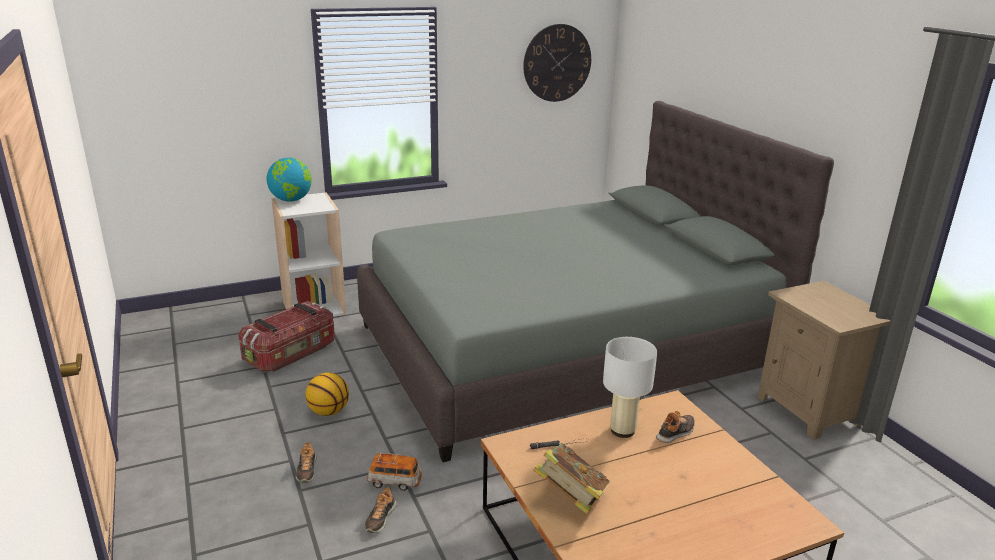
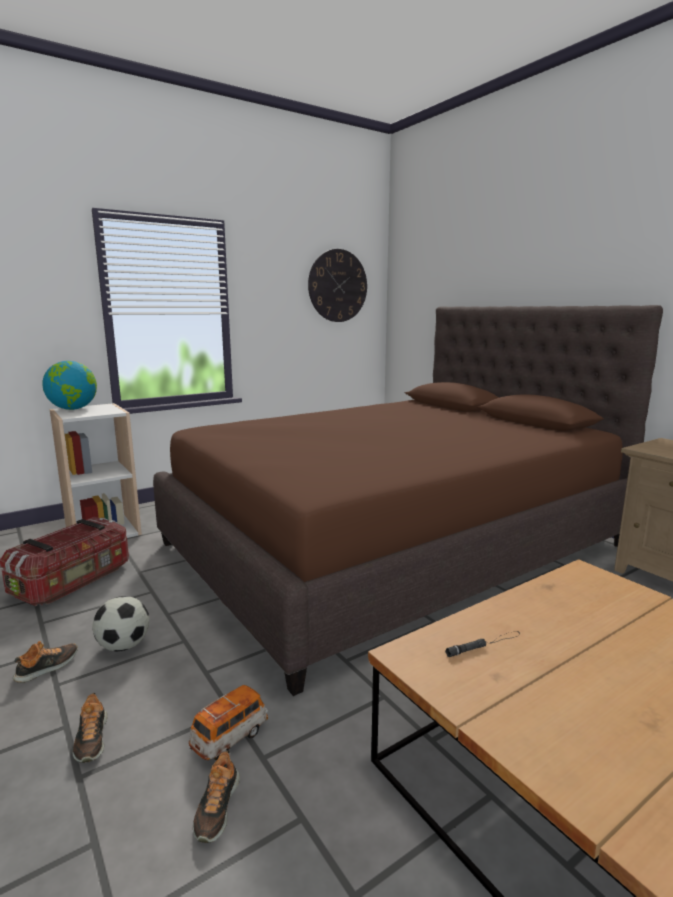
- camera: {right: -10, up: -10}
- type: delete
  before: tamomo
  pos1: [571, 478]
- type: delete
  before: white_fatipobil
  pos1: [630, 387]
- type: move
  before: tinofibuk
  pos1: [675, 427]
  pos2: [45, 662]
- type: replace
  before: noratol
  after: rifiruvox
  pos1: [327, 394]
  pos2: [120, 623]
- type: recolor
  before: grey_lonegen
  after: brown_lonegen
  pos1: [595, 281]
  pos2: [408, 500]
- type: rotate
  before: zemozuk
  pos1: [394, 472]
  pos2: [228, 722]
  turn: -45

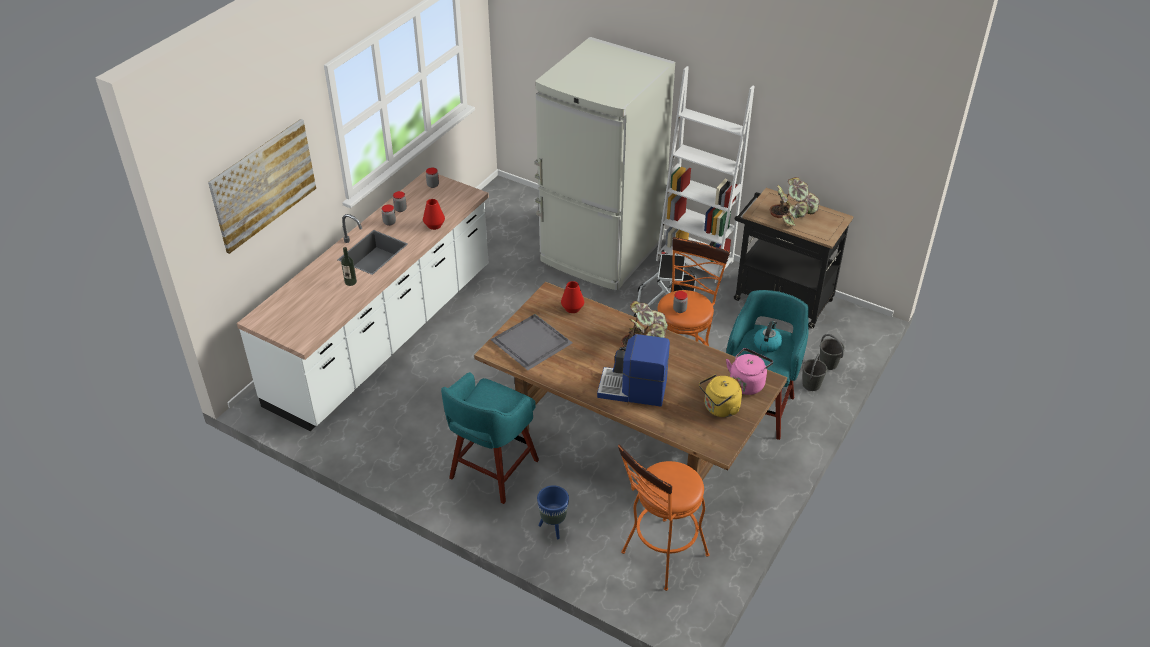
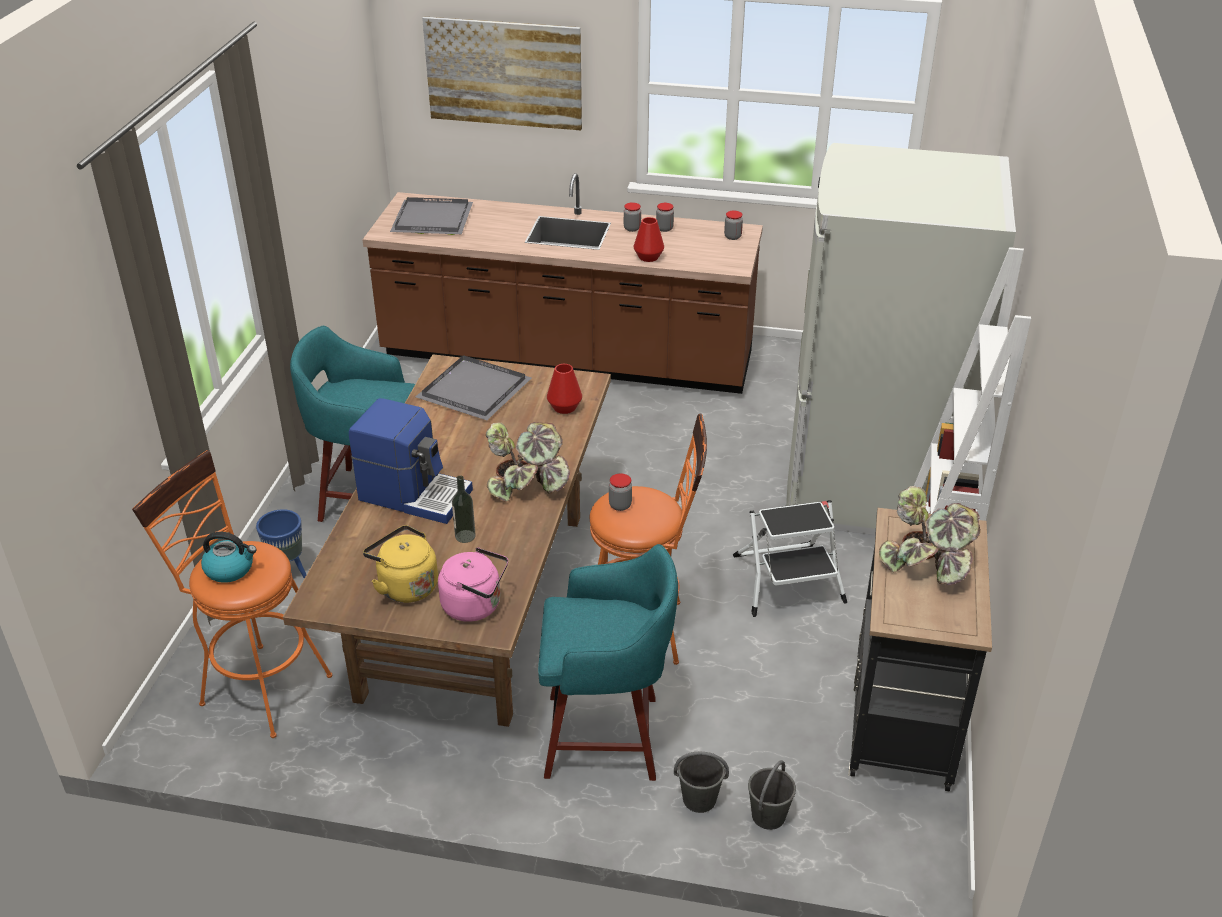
- camera: {right: 70, up: -5}
- type: insert
  after: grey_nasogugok
  pos2: [431, 216]
- type: move
  before: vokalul
  pos1: [349, 266]
  pos2: [464, 509]
- type: move
  before: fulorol
  pos1: [768, 336]
  pos2: [229, 557]
- type: recolor
  before: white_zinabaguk
  after: brown_zinabaguk
  pos1: [363, 301]
  pos2: [562, 283]
- type: rotate
  before: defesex
  pos1: [633, 370]
  pos2: [411, 461]
  turn: 120

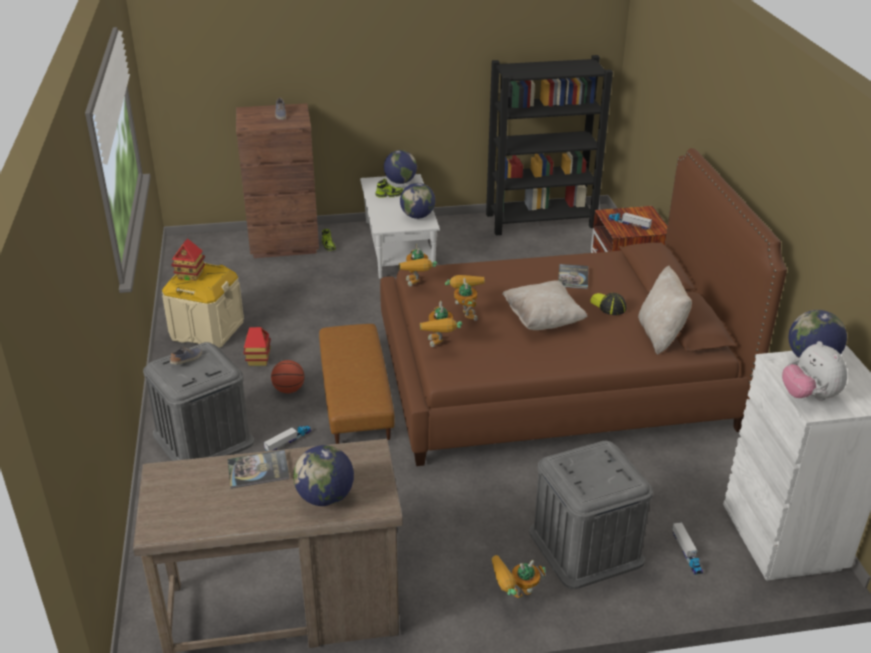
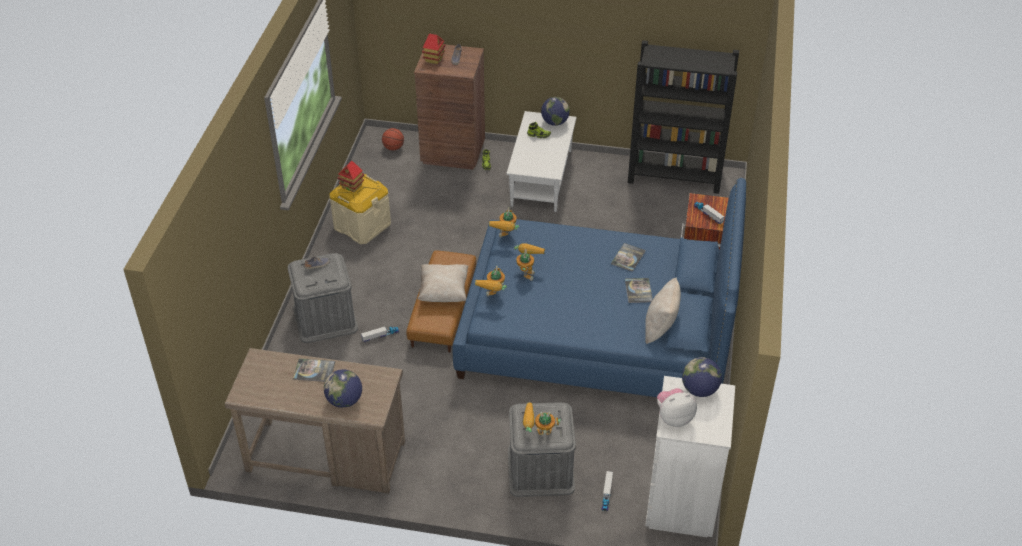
- camera: {right: 20, up: 10}
- type: delete
  before: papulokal
  pos1: [417, 201]
- type: move
  before: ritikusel
  pos1: [257, 346]
  pos2: [433, 48]
- type: move
  before: noratol
  pos1: [288, 376]
  pos2: [393, 139]
- type: move
  before: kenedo
  pos1: [518, 576]
  pos2: [542, 418]
- type: move
  before: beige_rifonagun
  pos1: [544, 305]
  pos2: [443, 283]
- type: replace
  before: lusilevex
  after: tamomo
  pos1: [608, 304]
  pos2: [639, 290]
- type: recolor
  before: brown_lonegen
  after: blue_lonegen
  pos1: [583, 307]
  pos2: [599, 287]
- type: rotate
  before: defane
  pos1: [814, 371]
  pos2: [677, 407]
  turn: 75

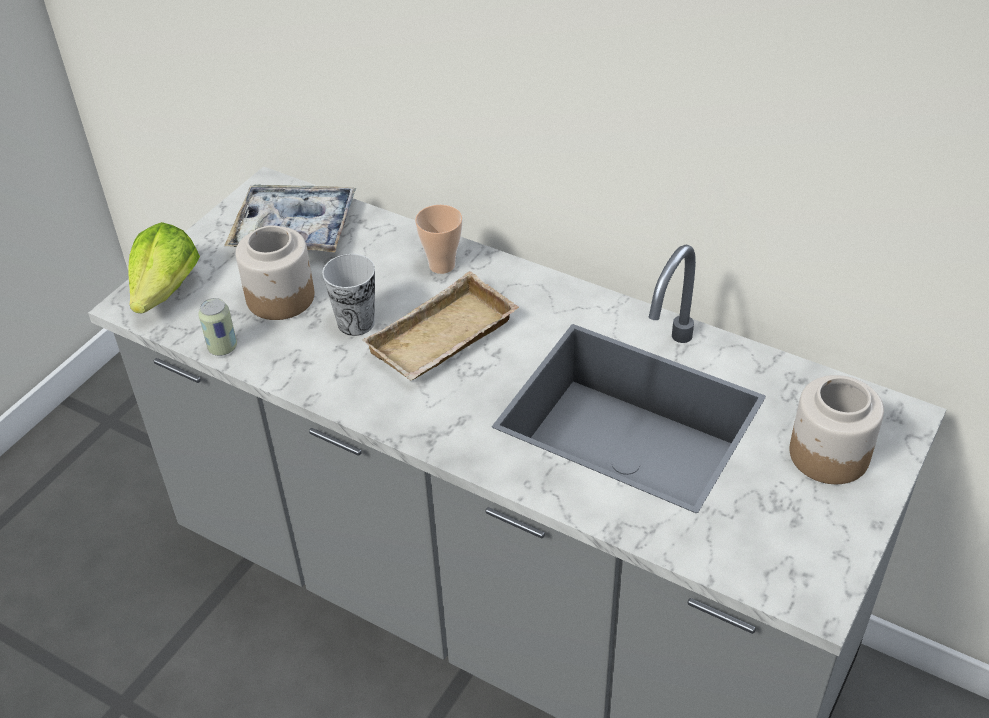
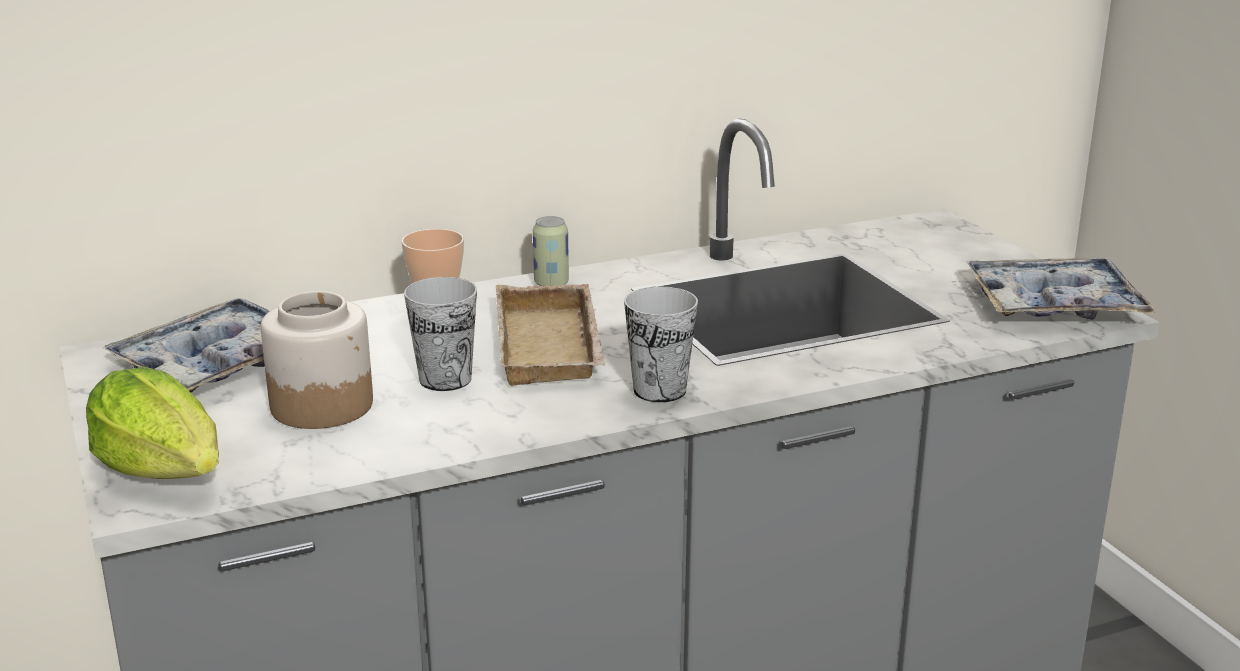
- camera: {right: -55, up: -20}
- type: delete
  before: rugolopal
  pos1: [837, 429]
- type: insert
  after: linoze
  pos2: [661, 344]
- type: insert
  after: nasogugok
  pos2: [1061, 289]
- type: move
  before: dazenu
  pos1: [217, 327]
  pos2: [551, 251]

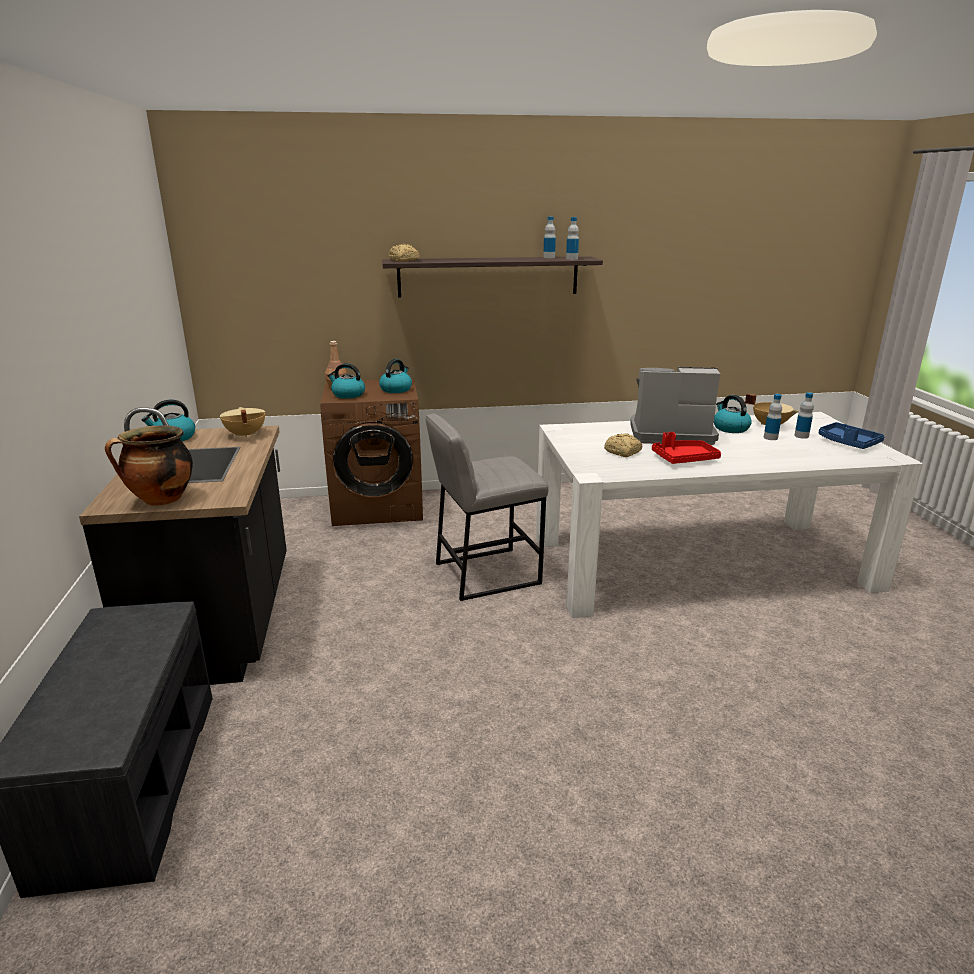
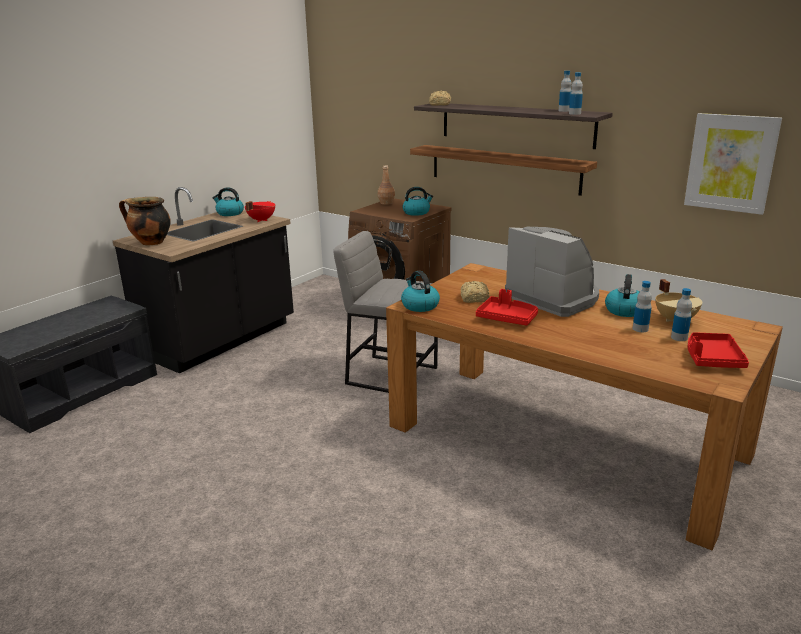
- camera: {right: 45, up: 0}
- type: insert
  after: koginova
  pos2: [503, 170]
- type: insert
  after: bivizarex
  pos2: [733, 164]
- type: move
  before: fulorol
  pos1: [346, 381]
  pos2: [420, 291]
- type: recolor
  before: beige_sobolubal
  after: red_sobolubal
  pos1: [242, 422]
  pos2: [260, 211]
- type: recolor
  before: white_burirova
  after: brown_burirova
  pos1: [729, 515]
  pos2: [584, 406]
- type: recolor
  before: blue_nasogugok
  after: red_nasogugok
  pos1: [851, 435]
  pos2: [718, 350]

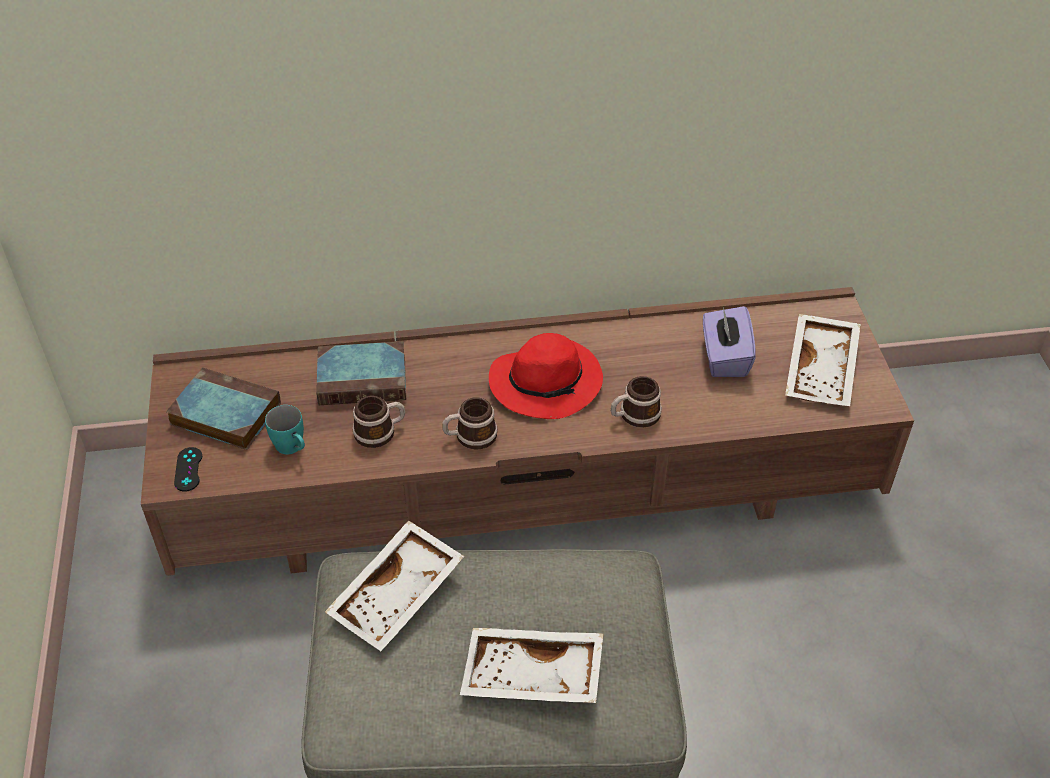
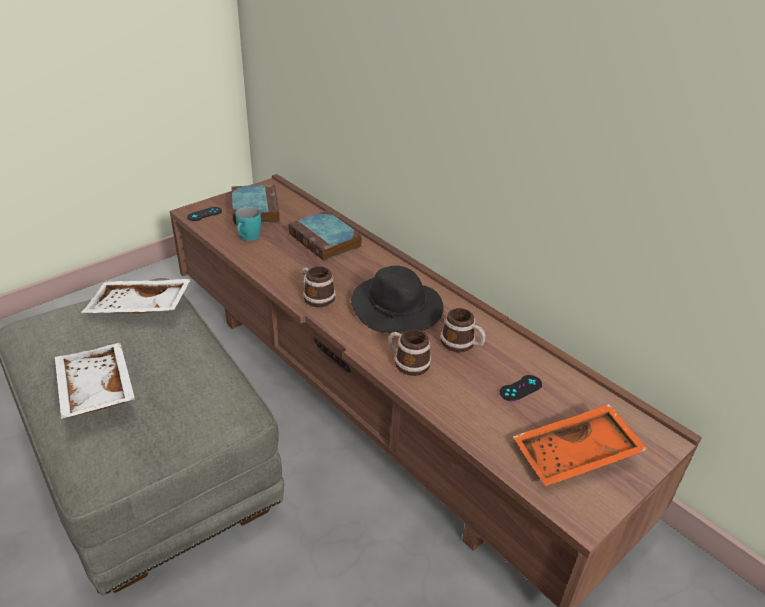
- camera: {right: 55, up: -10}
- type: move
  before: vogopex
  pos1: [378, 422]
  pos2: [463, 330]
- type: replace
  before: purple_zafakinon
  after: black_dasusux
  pos1: [729, 341]
  pos2: [521, 388]
- type: recolor
  before: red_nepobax
  after: black_nepobax
  pos1: [546, 376]
  pos2: [397, 299]
- type: recolor
  before: white_nasogugok
  after: orange_nasogugok
  pos1: [823, 360]
  pos2: [580, 445]

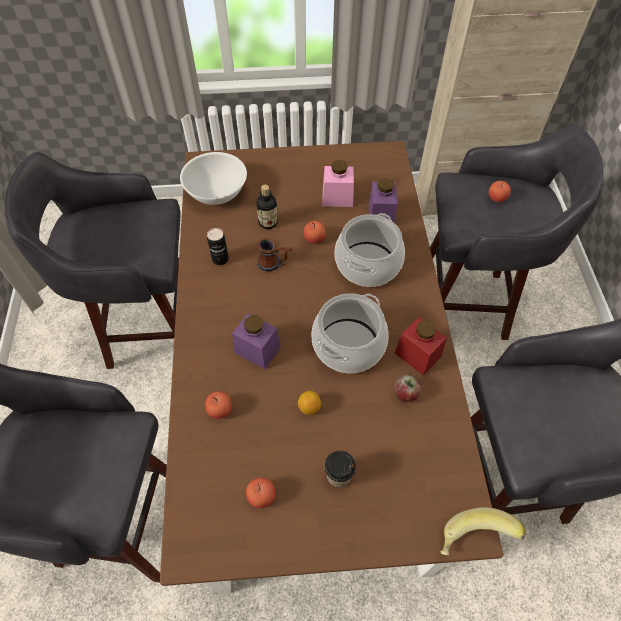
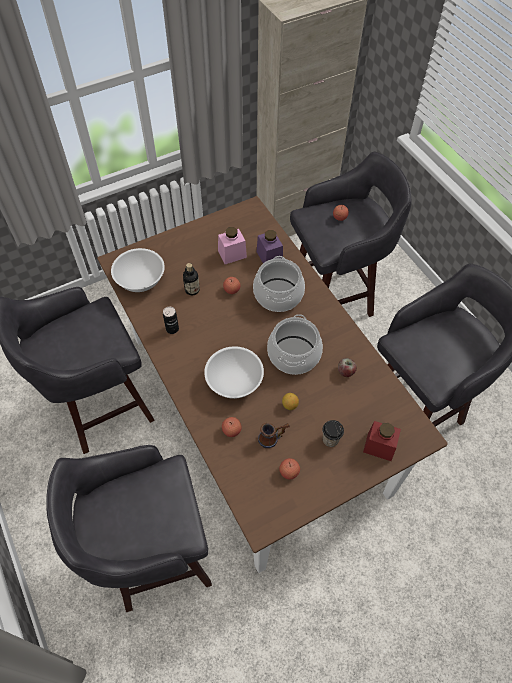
- camera: {right: -25, up: 0}
- type: delete
  before: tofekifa
  pos1: [483, 531]
- type: move
  before: vogopex
  pos1: [274, 254]
  pos2: [274, 435]
- type: move
  before: red_rugolopal
  pos1: [421, 346]
  pos2: [382, 441]
- type: replace
  before: purple_rugolopal
  after: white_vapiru
  pos1: [256, 341]
  pos2: [234, 372]

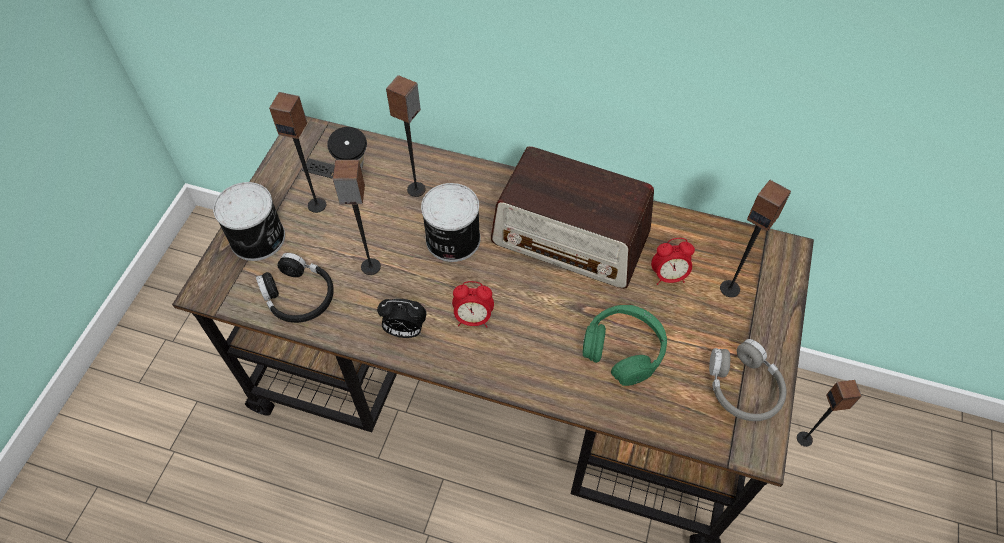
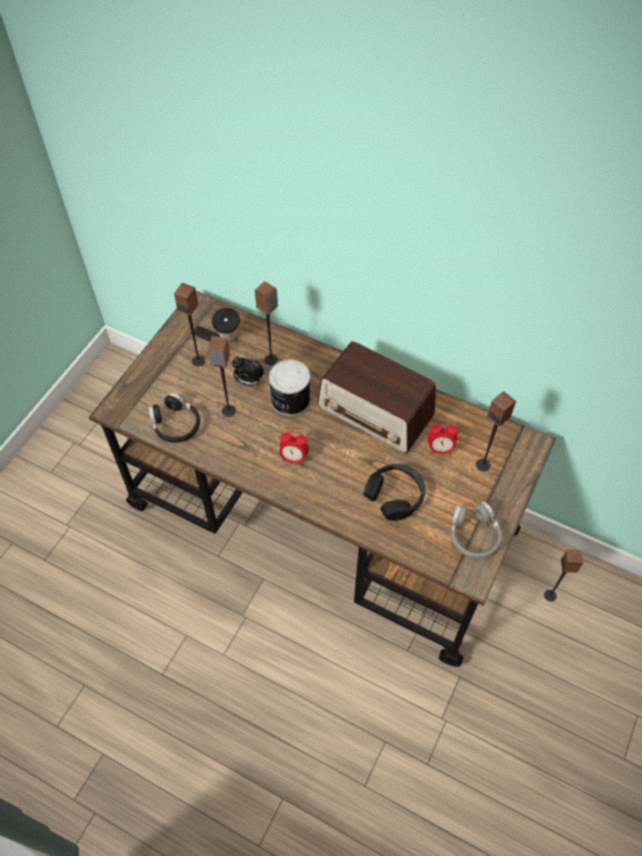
- camera: {right: 10, up: 0}
- type: delete
  before: dazenu
  pos1: [249, 221]
- type: move
  before: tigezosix
  pos1: [402, 318]
  pos2: [248, 371]
- type: recolor
  before: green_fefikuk
  after: black_fefikuk
  pos1: [625, 345]
  pos2: [394, 492]

